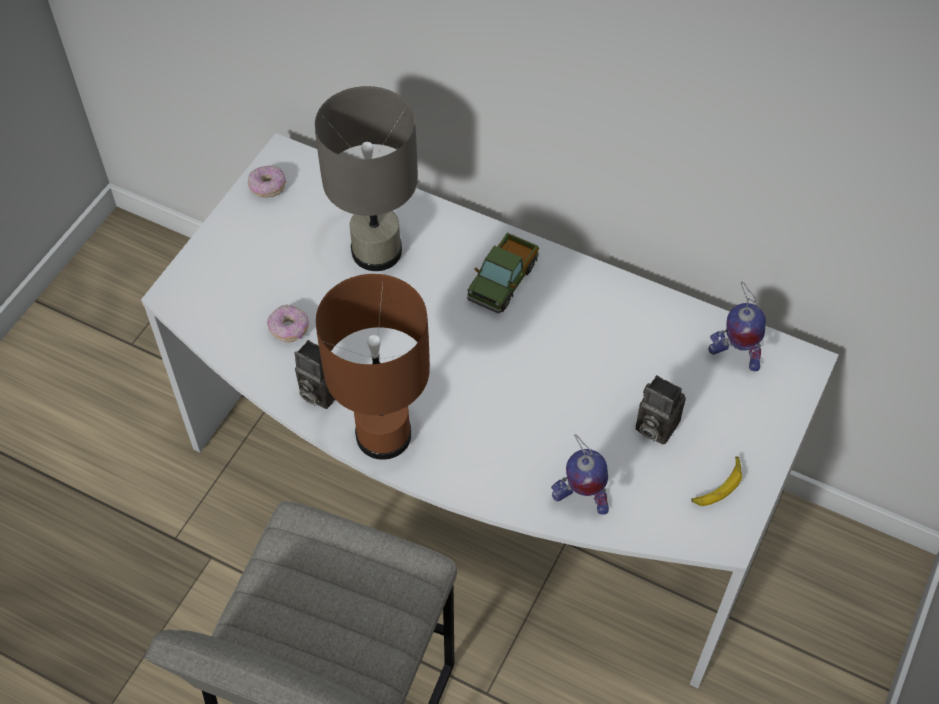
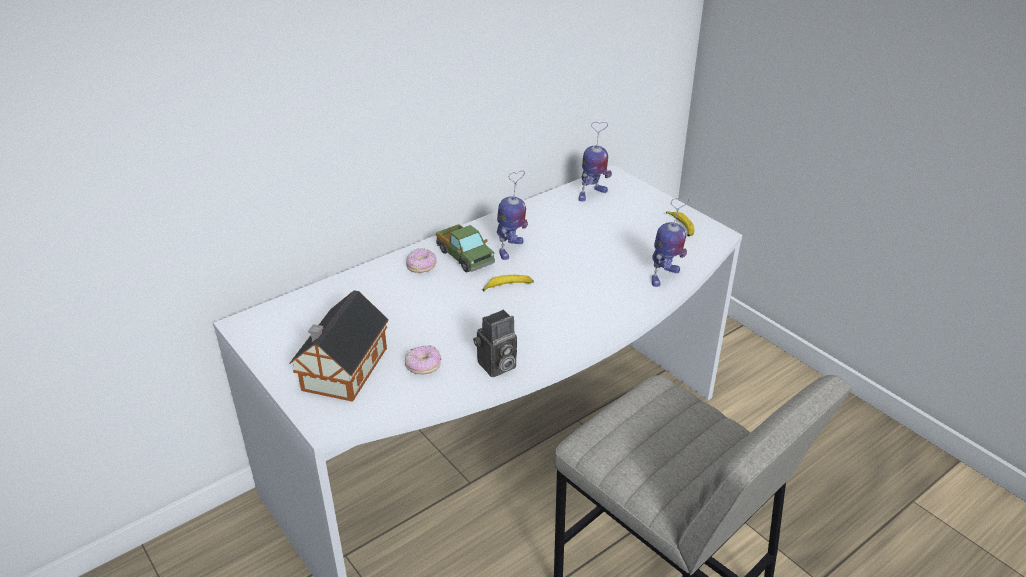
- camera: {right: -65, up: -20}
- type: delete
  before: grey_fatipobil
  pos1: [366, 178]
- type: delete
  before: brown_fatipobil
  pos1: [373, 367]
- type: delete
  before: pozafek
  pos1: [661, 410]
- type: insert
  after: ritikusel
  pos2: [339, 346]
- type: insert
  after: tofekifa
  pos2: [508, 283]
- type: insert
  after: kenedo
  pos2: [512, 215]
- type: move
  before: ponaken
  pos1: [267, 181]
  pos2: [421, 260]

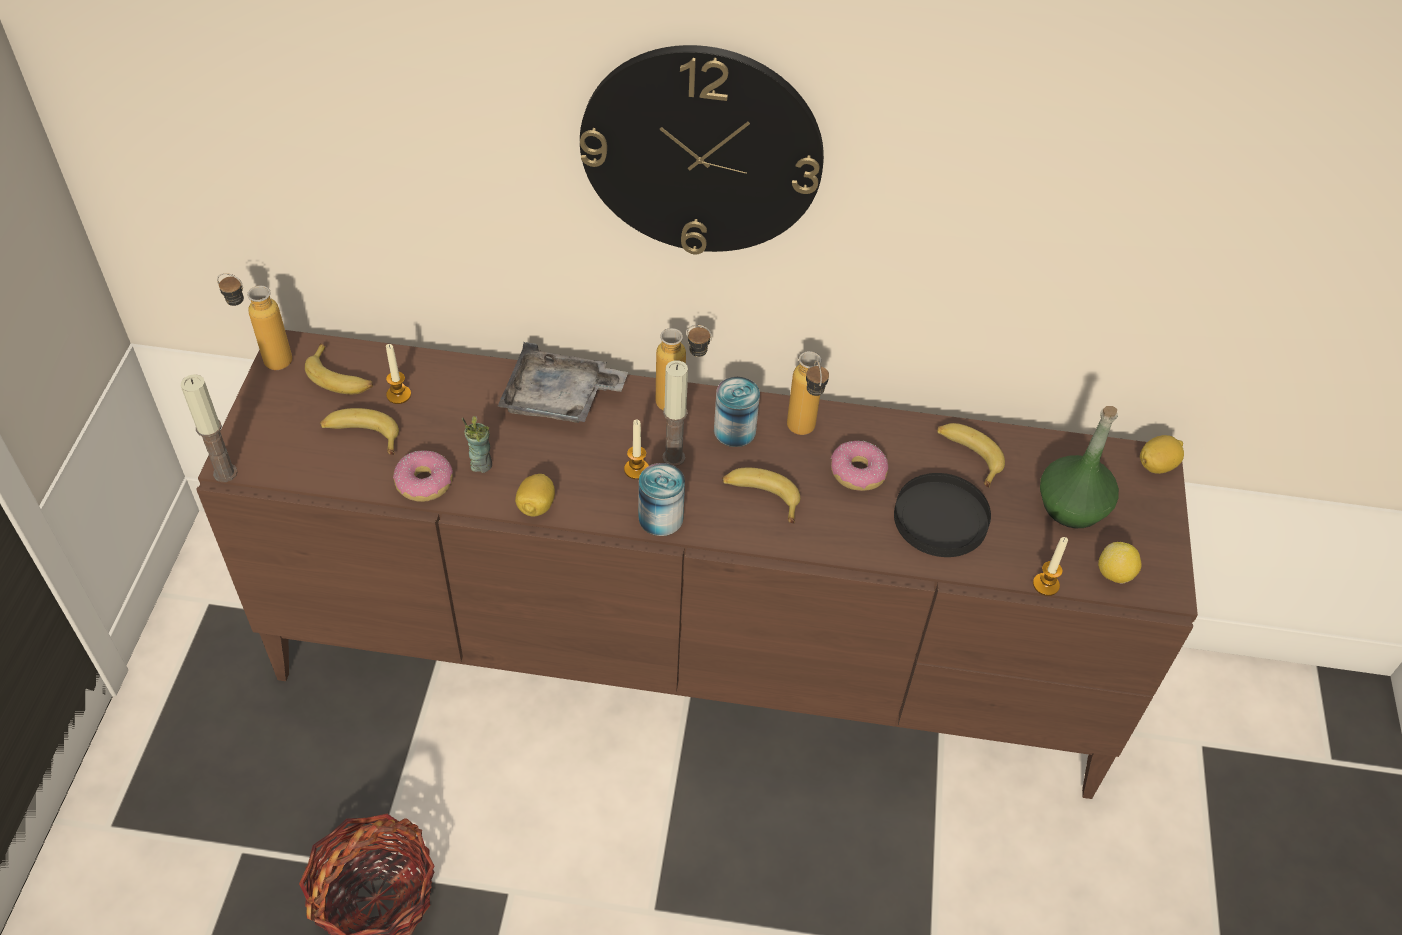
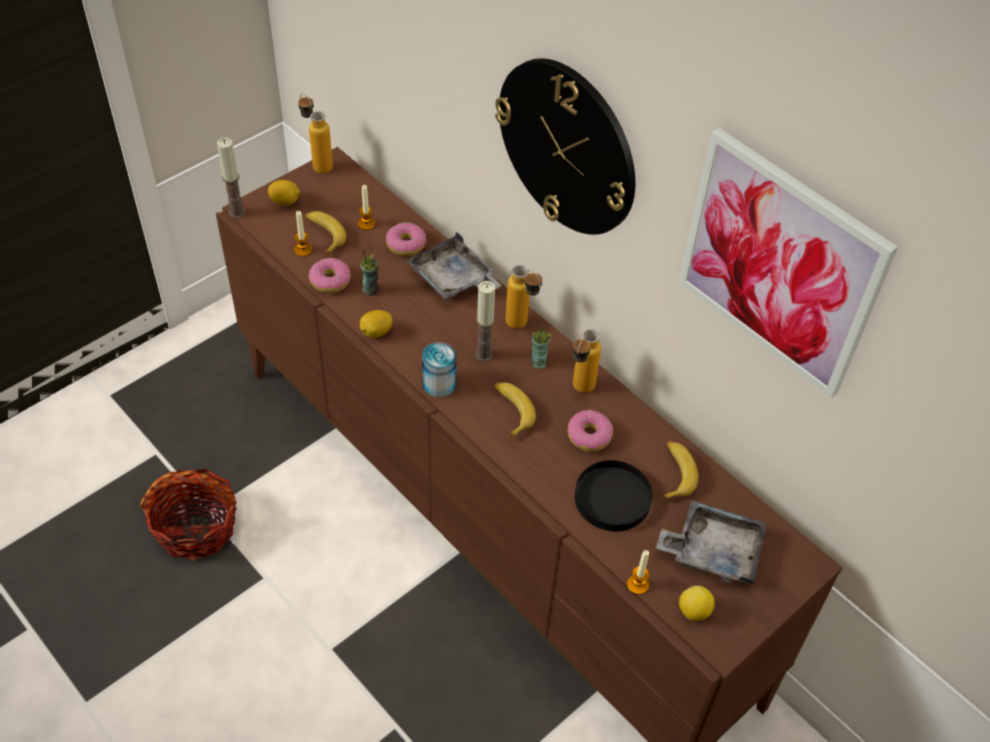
- camera: {right: 40, up: 0}
- type: delete
  before: tofekifa
  pos1: [339, 369]
- type: insert
  after: ponaken
  pos2: [406, 239]
- type: insert
  after: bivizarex
  pos2: [788, 263]
- type: move
  before: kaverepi
  pos1: [636, 449]
  pos2: [303, 233]
- type: move
  before: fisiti
  pos1: [1162, 454]
  pos2: [284, 192]
- type: replace
  before: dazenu
  after: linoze
  pos1: [737, 412]
  pos2: [541, 348]
- type: replace
  before: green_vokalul
  after: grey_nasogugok
  pos1: [1079, 467]
  pos2: [711, 542]

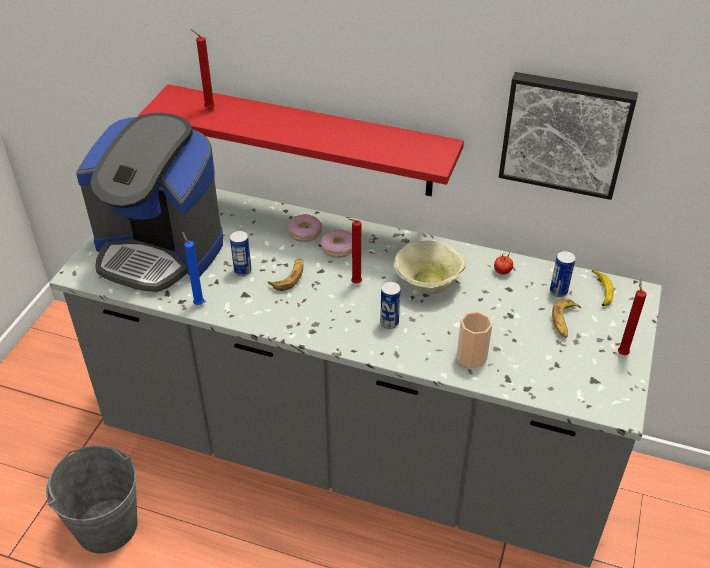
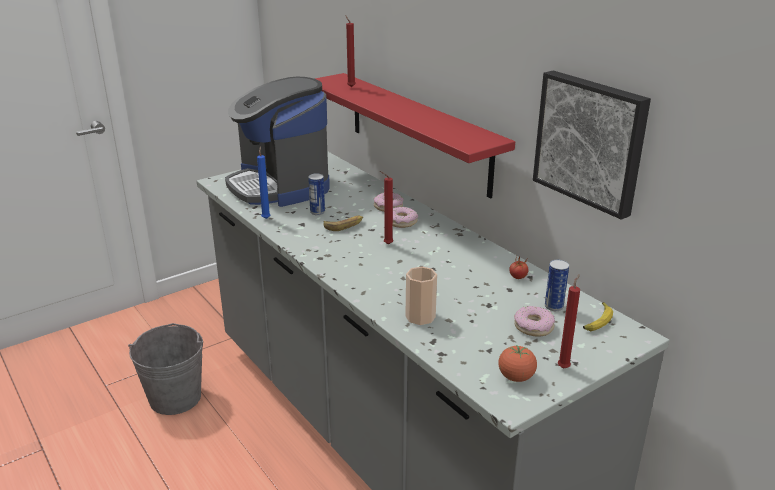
- camera: {right: 35, up: -15}
- type: delete
  before: dazenu
  pos1: [390, 305]
- type: delete
  before: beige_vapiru
  pos1: [430, 267]
- type: insert
  after: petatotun
  pos2: [517, 363]
- type: replace
  before: tofekifa
  after: ponaken
  pos1: [566, 318]
  pos2: [534, 321]

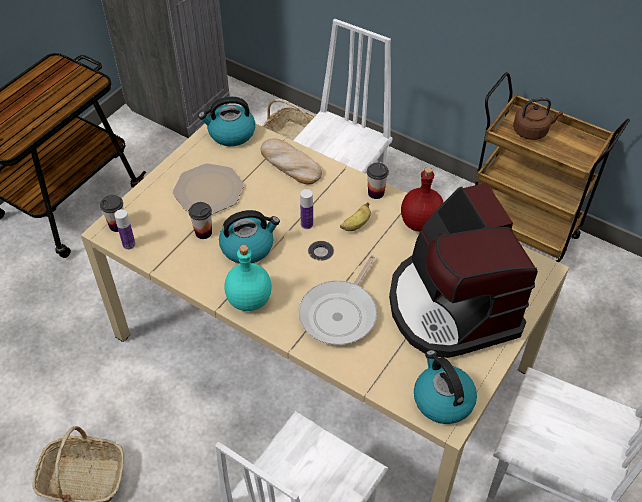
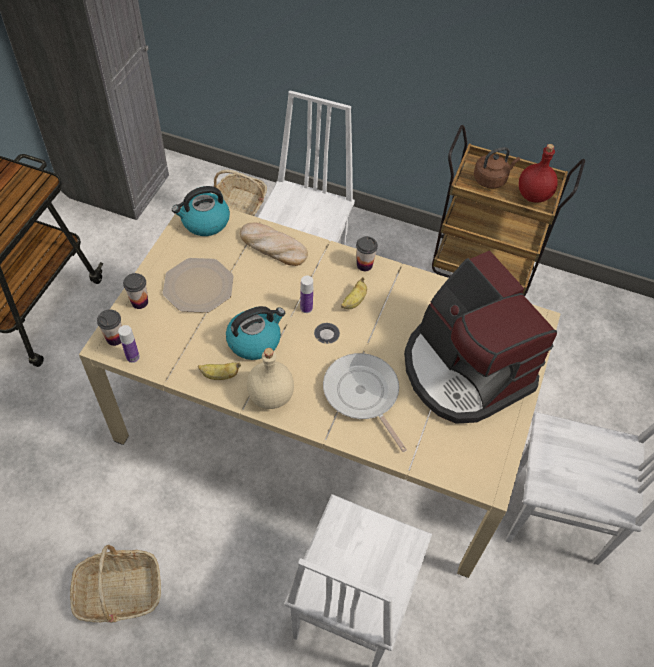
- camera: {right: -15, up: 5}
- type: delete
  before: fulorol
  pos1: [445, 387]
- type: insert
  after: tofekifa
  pos2: [219, 371]
- type: move
  before: linoze
  pos1: [200, 220]
  pos2: [135, 291]
- type: move
  before: red_vokalul
  pos1: [422, 199]
  pos2: [538, 173]
- type: recolor
  before: turquoise_vokalul
  after: beige_vokalul
  pos1: [248, 278]
  pos2: [270, 378]
- type: rotate
  before: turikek
  pos1: [338, 300]
  pos2: [365, 402]
  turn: 135

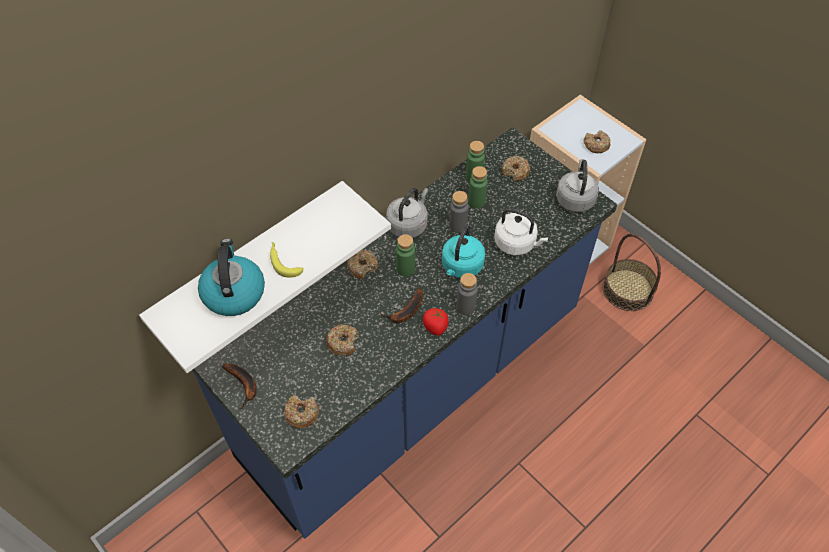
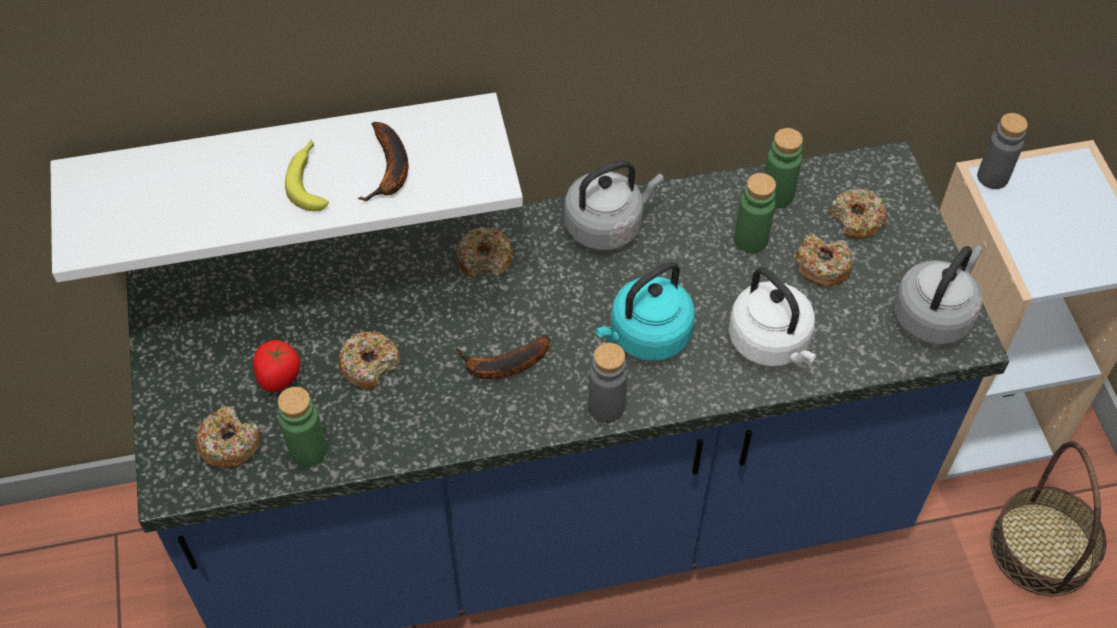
- camera: {right: 30, up: 0}
- type: delete
  before: fulorol
  pos1: [231, 277]
- type: move
  before: tofekifa
  pos1: [239, 386]
  pos2: [383, 161]
- type: move
  before: green_vokalul
  pos1: [405, 255]
  pos2: [302, 426]
- type: move
  before: petatotun
  pos1: [435, 322]
  pos2: [276, 366]
- type: move
  before: grey_vokalul
  pos1: [459, 212]
  pos2: [1002, 151]
- type: move
  before: ponaken
  pos1: [597, 142]
  pos2: [824, 260]

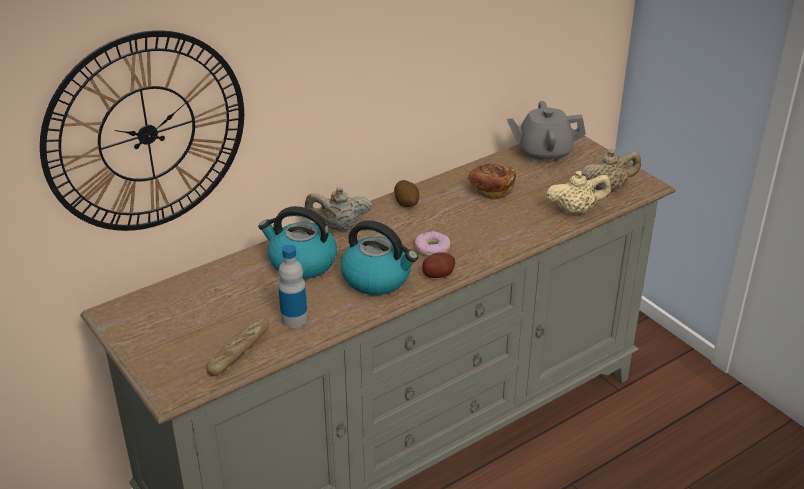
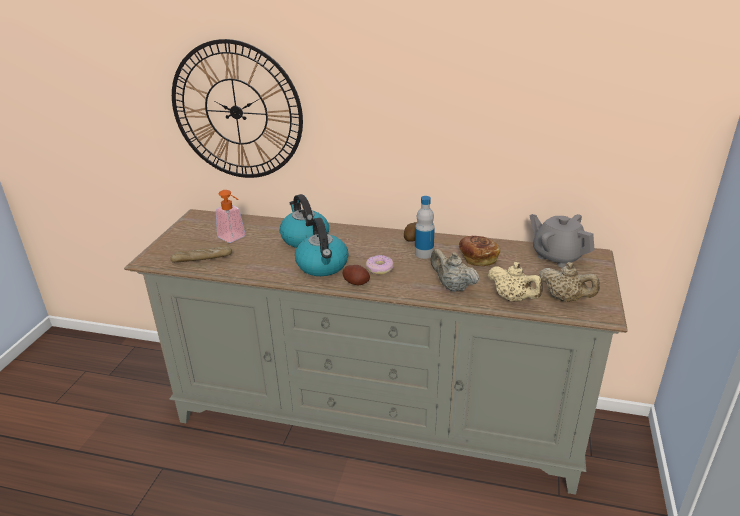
- camera: {right: 50, up: -5}
- type: insert
  after: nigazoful
  pos2: [231, 216]
- type: move
  before: vokalul
  pos1: [293, 286]
  pos2: [425, 227]
- type: move
  before: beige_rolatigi
  pos1: [338, 209]
  pos2: [455, 270]

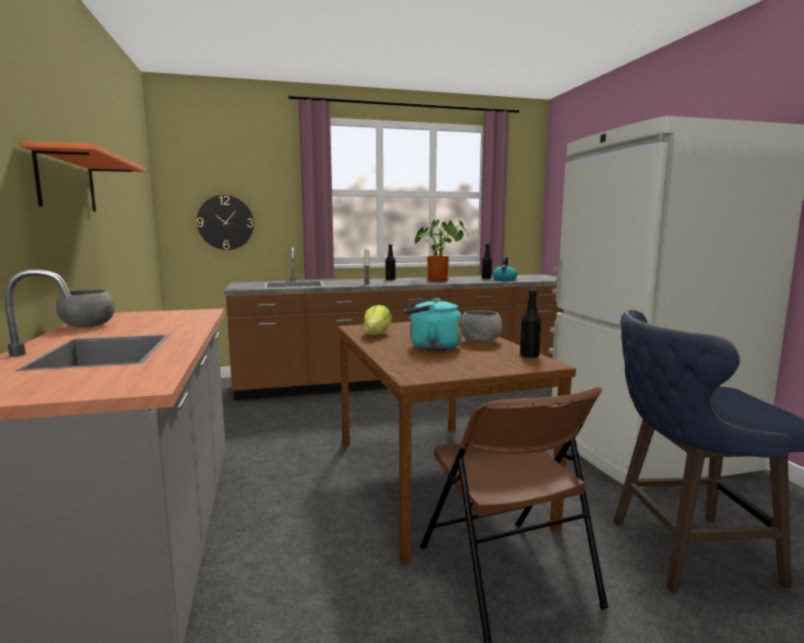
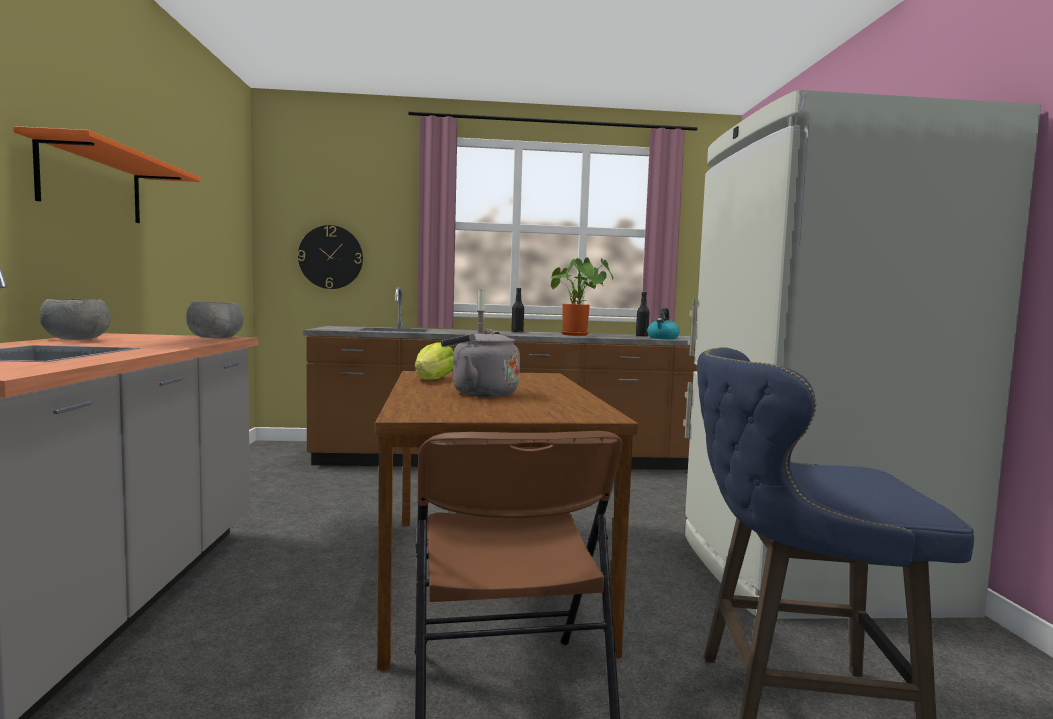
- camera: {right: 10, up: -5}
- type: delete
  before: black_vokalul
  pos1: [530, 323]
- type: move
  before: grey_vapiru
  pos1: [482, 326]
  pos2: [215, 320]
- type: recolor
  before: turquoise_fulorol
  after: grey_fulorol
  pos1: [433, 324]
  pos2: [480, 363]

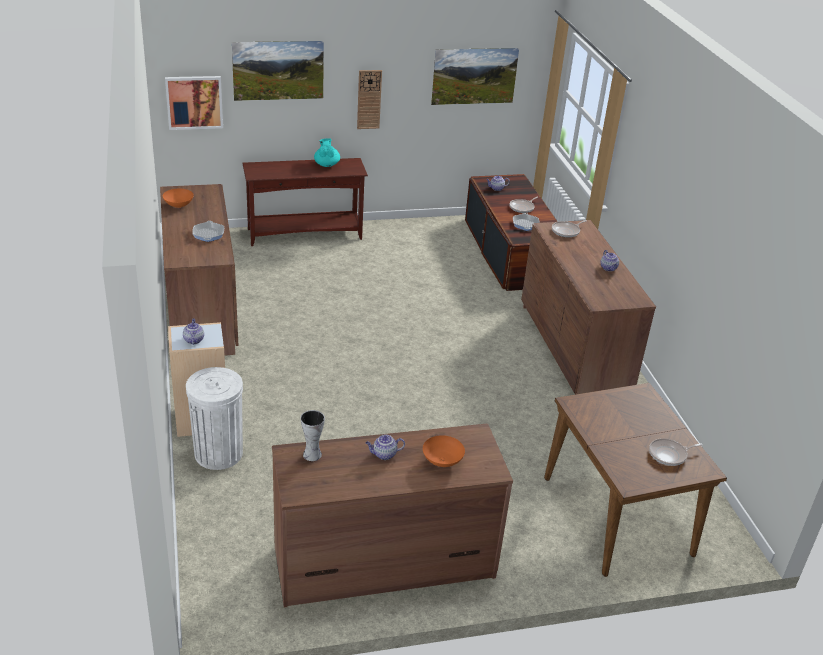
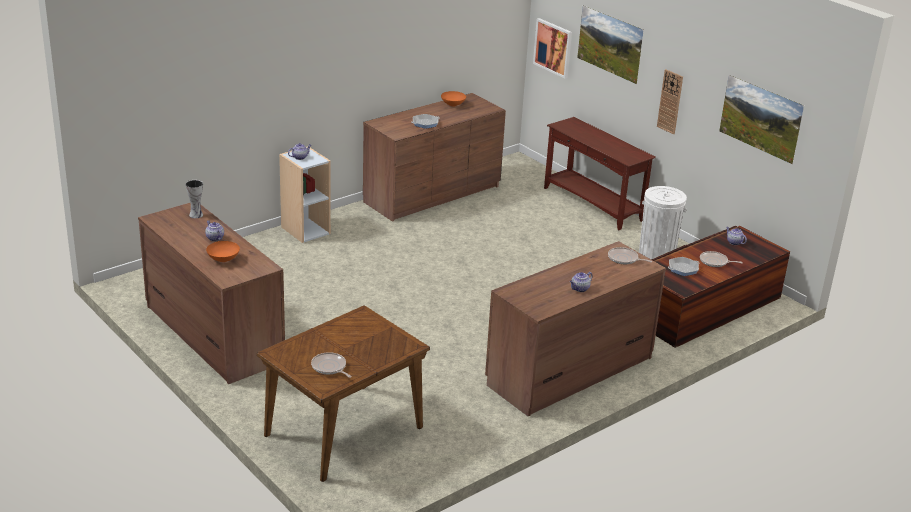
- camera: {right: 65, up: -5}
- type: delete
  before: turquoise_rolatigi
  pos1: [327, 152]
- type: move
  before: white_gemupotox
  pos1: [214, 418]
  pos2: [663, 222]

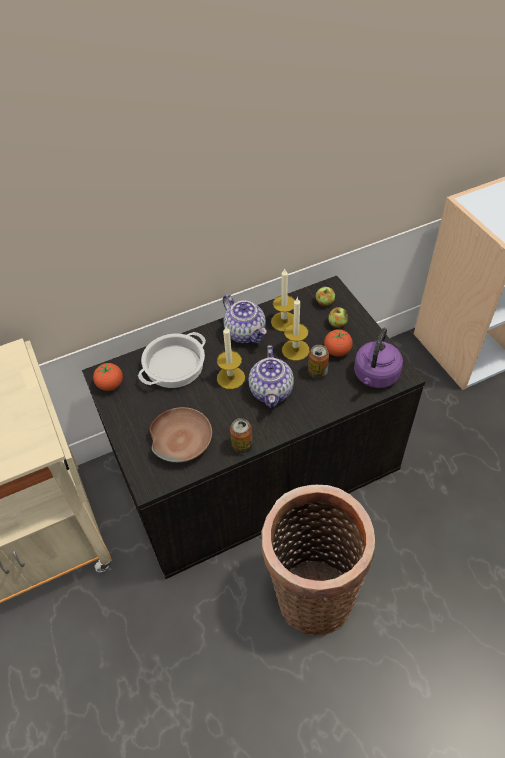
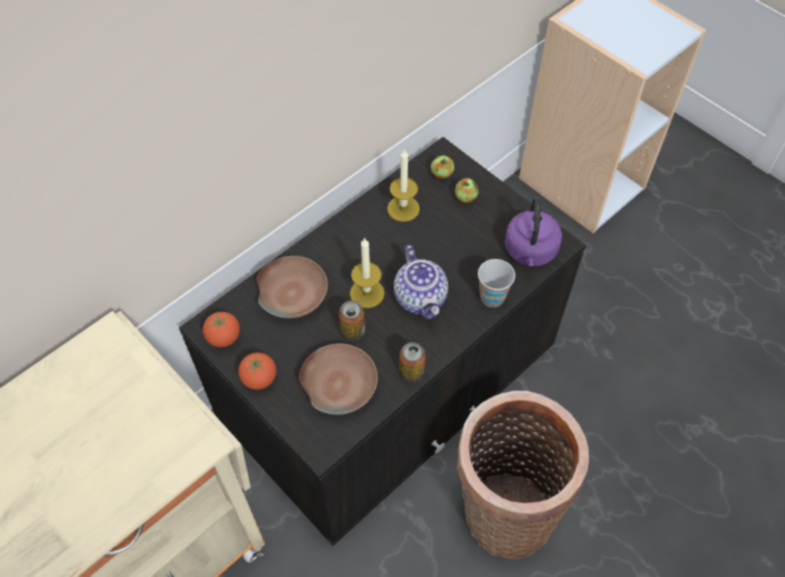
- camera: {right: -20, up: 5}
- type: delete
  before: rolatigi
  pos1: [245, 318]
- type: delete
  before: kaverepi
  pos1: [295, 329]
- type: insert
  after: linoze
  pos2: [496, 283]
- type: move
  before: dazenu
  pos1: [318, 361]
  pos2: [352, 321]
- type: move
  before: petatotun
  pos1: [338, 343]
  pos2: [257, 371]
- type: replace
  before: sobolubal
  after: brown_vapiru
  pos1: [172, 360]
  pos2: [292, 287]

